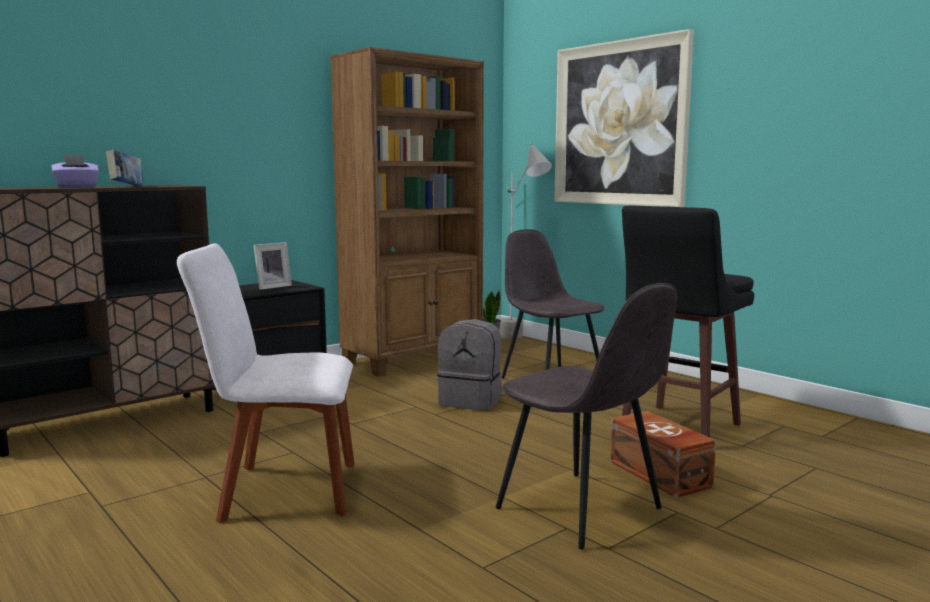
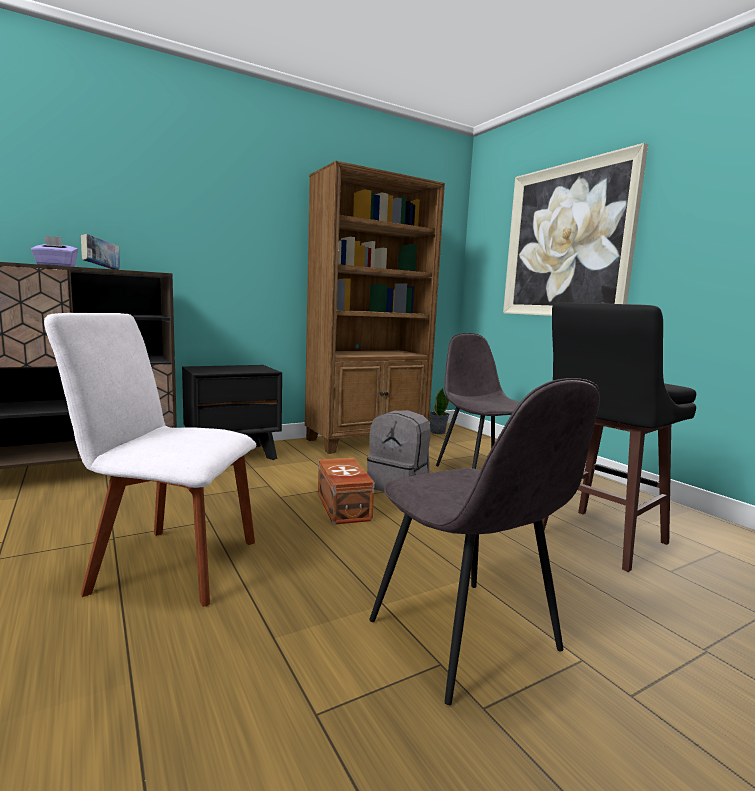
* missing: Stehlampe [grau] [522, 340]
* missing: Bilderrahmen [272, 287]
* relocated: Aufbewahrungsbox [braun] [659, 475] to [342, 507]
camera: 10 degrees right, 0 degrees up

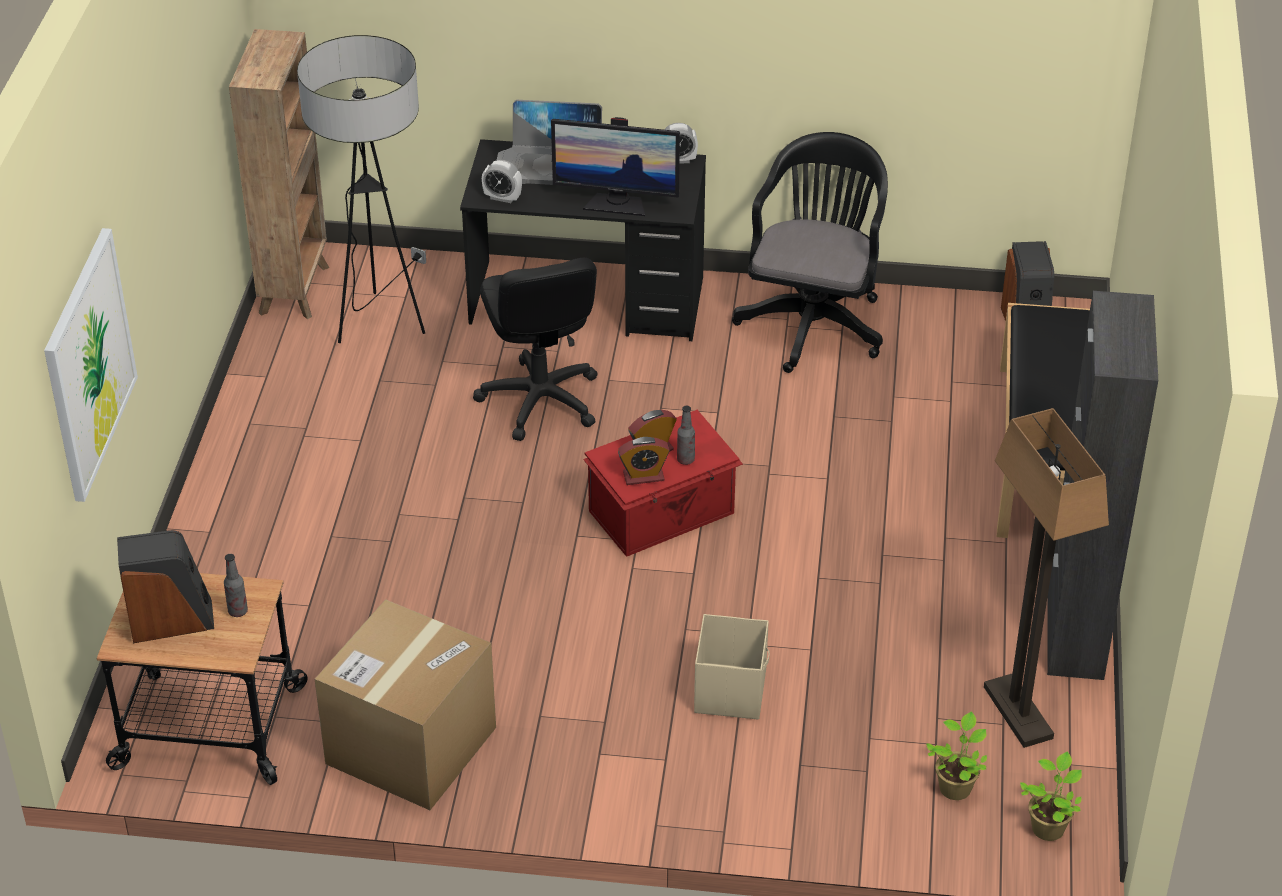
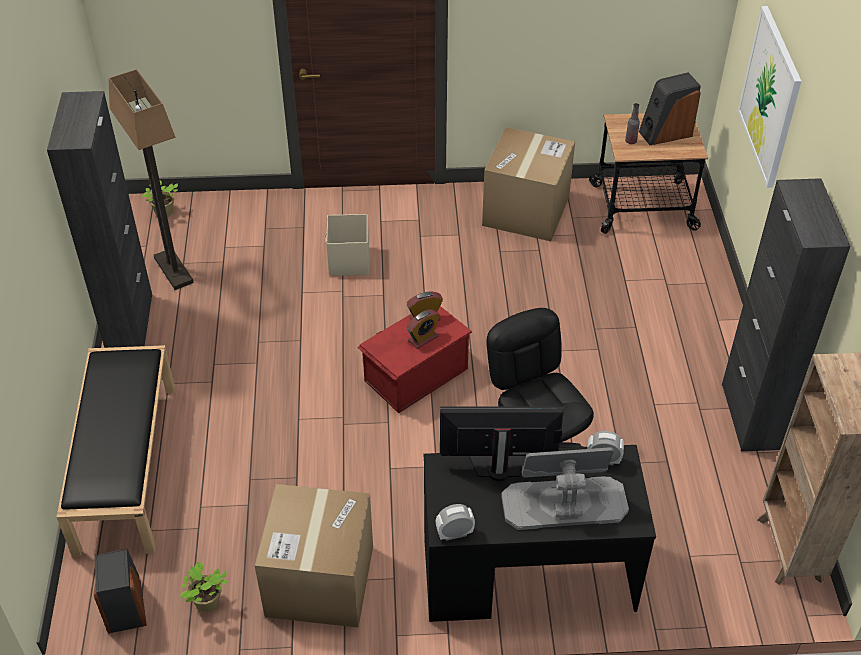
* missing: Stehlampe [381, 325]
* exchanged: Bürostuhl [schwarz] [814, 321] to Karton [320, 581]
* missing: Flasche [685, 460]
* relocated: Topfpflanze [955, 786] to [207, 603]
* appeared: Schrank [schwarz] [750, 416]
camera: 170 degrees right, 5 degrees up

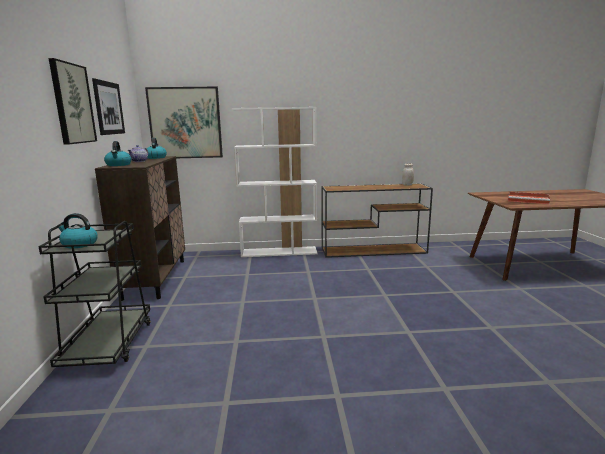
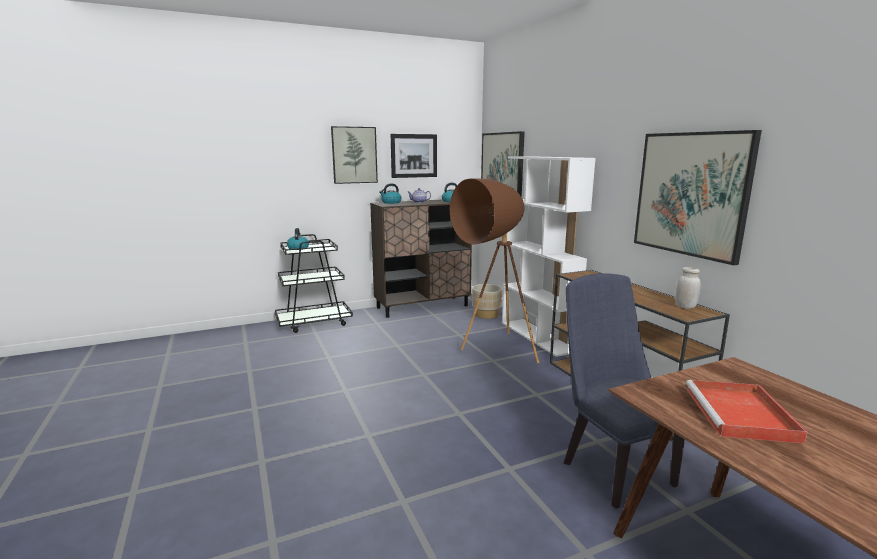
* appeared: Bild [691, 194]
* appeared: Stehlampe [braun] [490, 351]
* appeared: Stuhl [blau] [611, 467]
* appeared: Pflanzkübel [beige] [486, 315]
camera: 70 degrees right, 0 degrees up

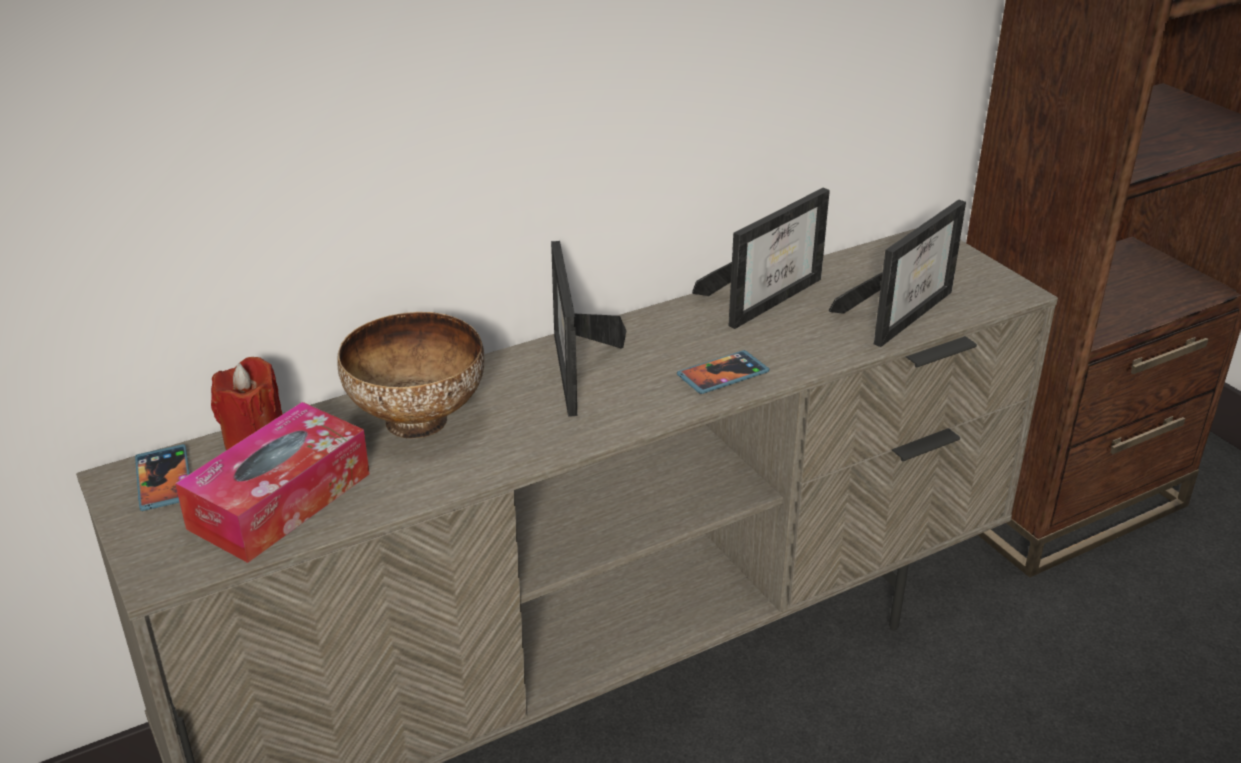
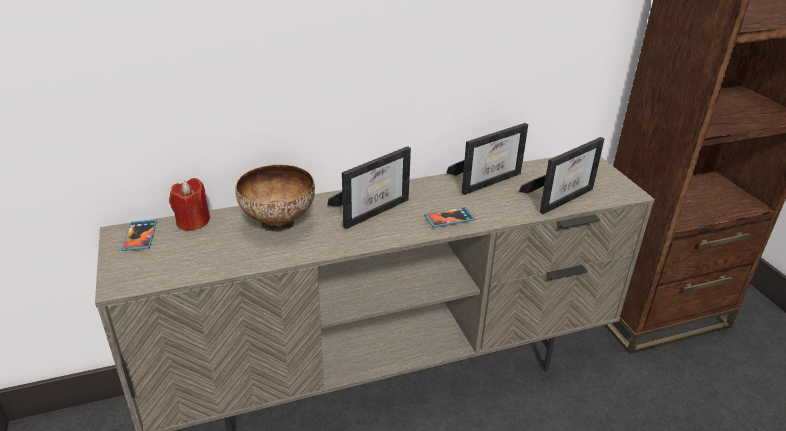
* spun: Bilderrahmen [580, 374] = [372, 209] 135 degrees counterclockwise
* missing: Taschentuchbox [280, 501]
camera: 10 degrees right, 0 degrees up

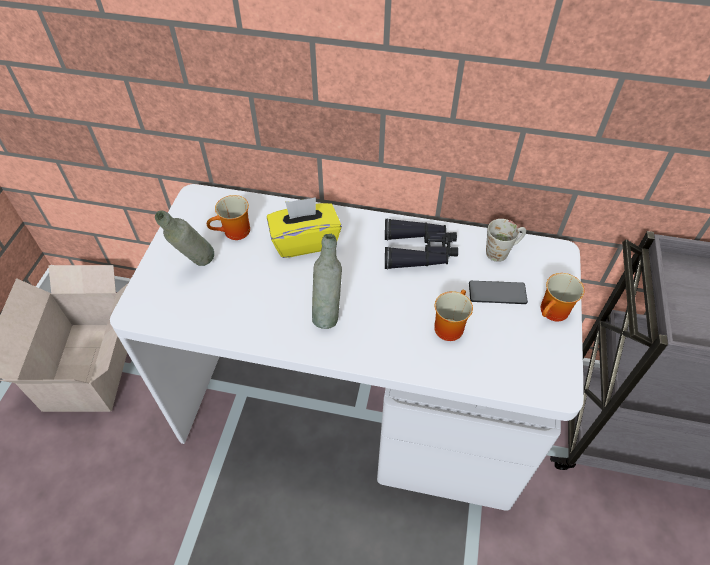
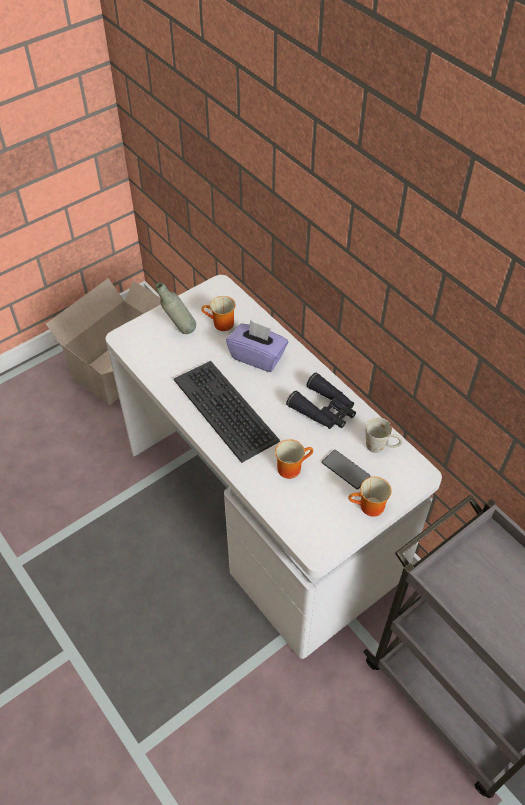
* colour: Taschentuchbox [gelb] [305, 241] to Taschentuchbox [lila] [257, 356]
* exchanged: Flasche [grau] [328, 313] to Tastatur [226, 410]
camera: 40 degrees right, 0 degrees up

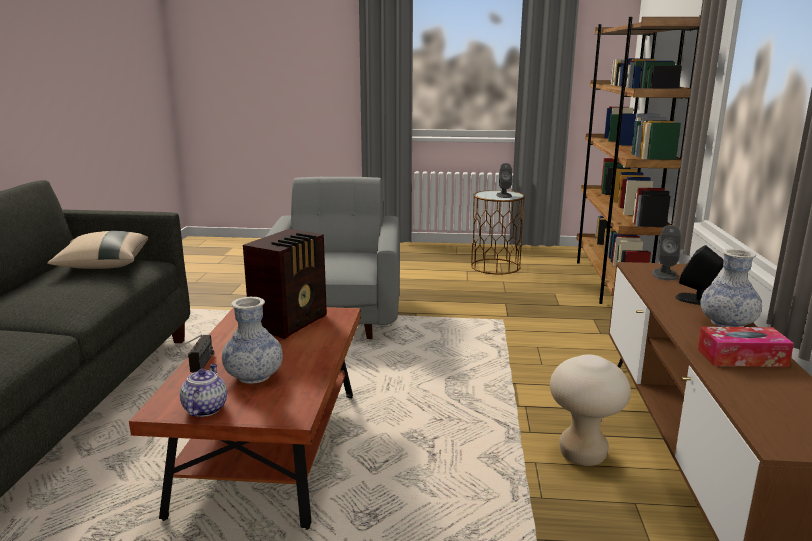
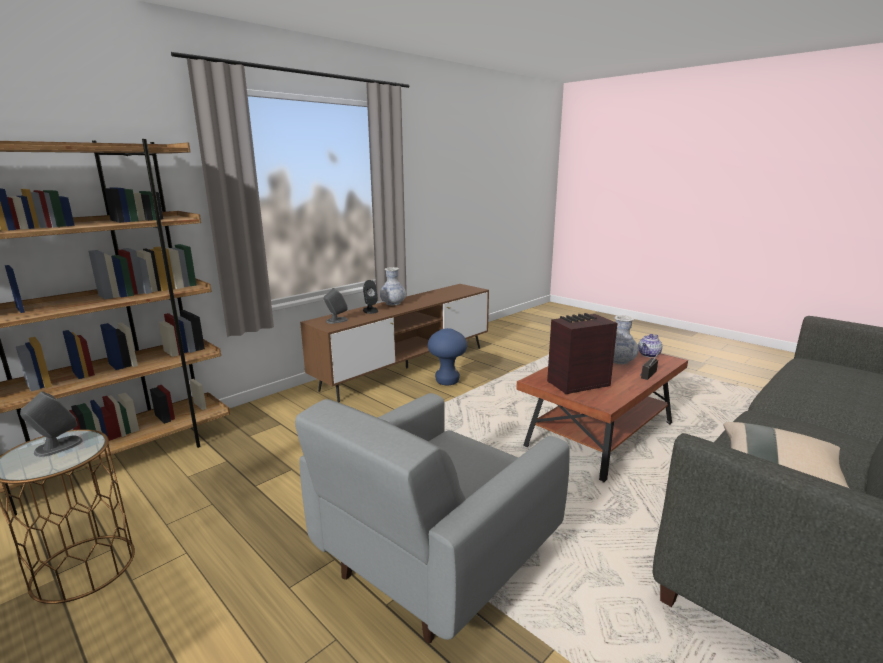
* missing: Taschentuchbox [741, 357]
* colour: Hocker [beige] [582, 455] to Hocker [blau] [447, 381]
camera: 140 degrees left, 0 degrees up

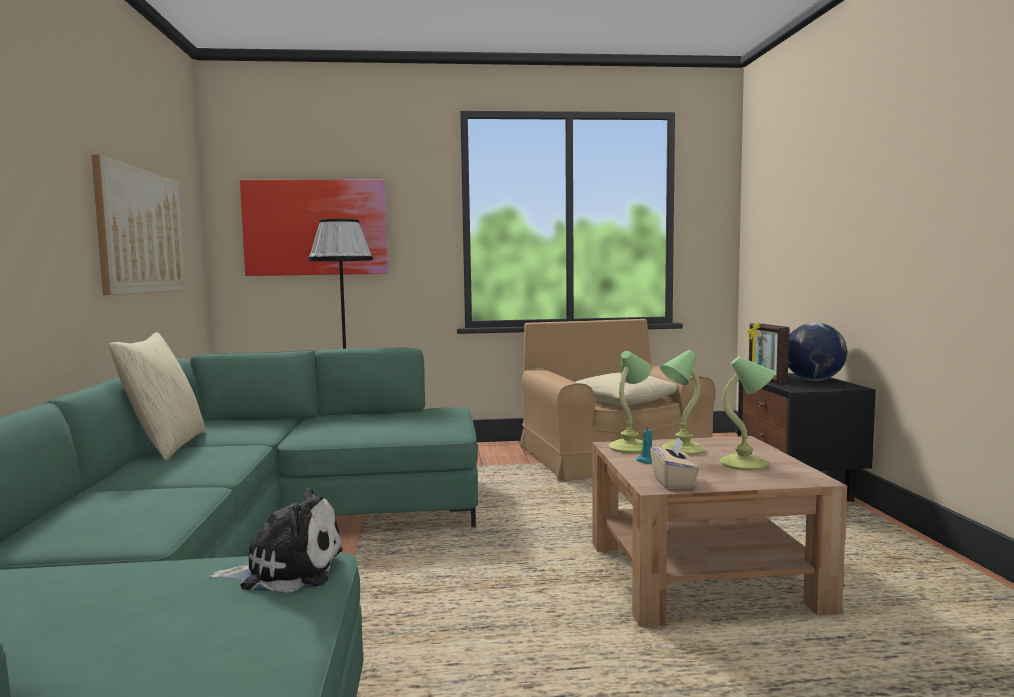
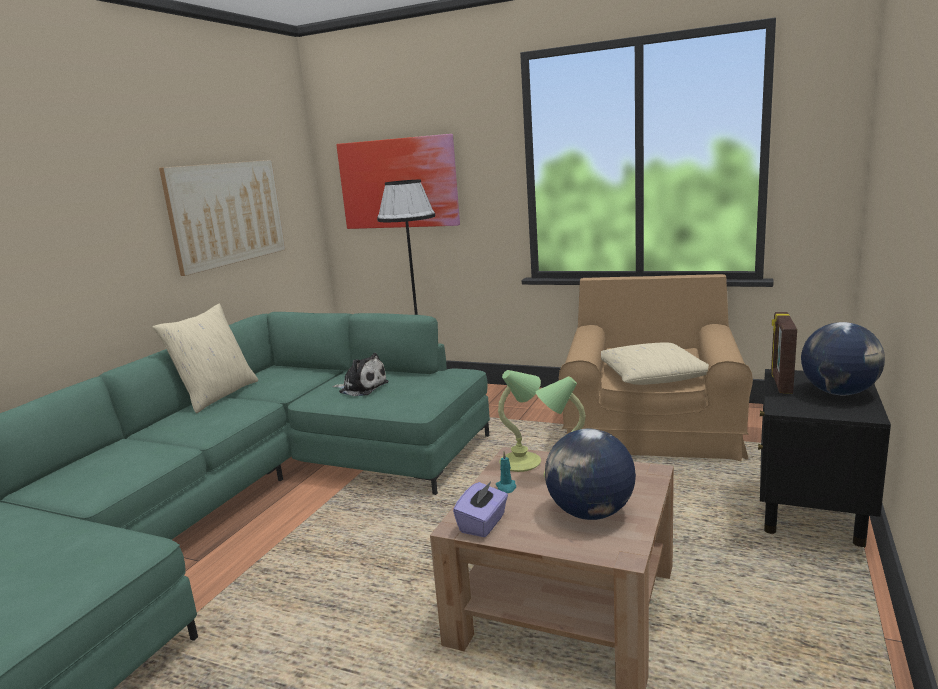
* exchanged: Tischlampe [746, 464] to Globus [590, 513]
* colour: Taschentuchbox [beige] [674, 482] to Taschentuchbox [lila] [483, 524]
* relocated: Plüschtier [286, 570] to [361, 388]
camera: 30 degrees right, 10 degrees up

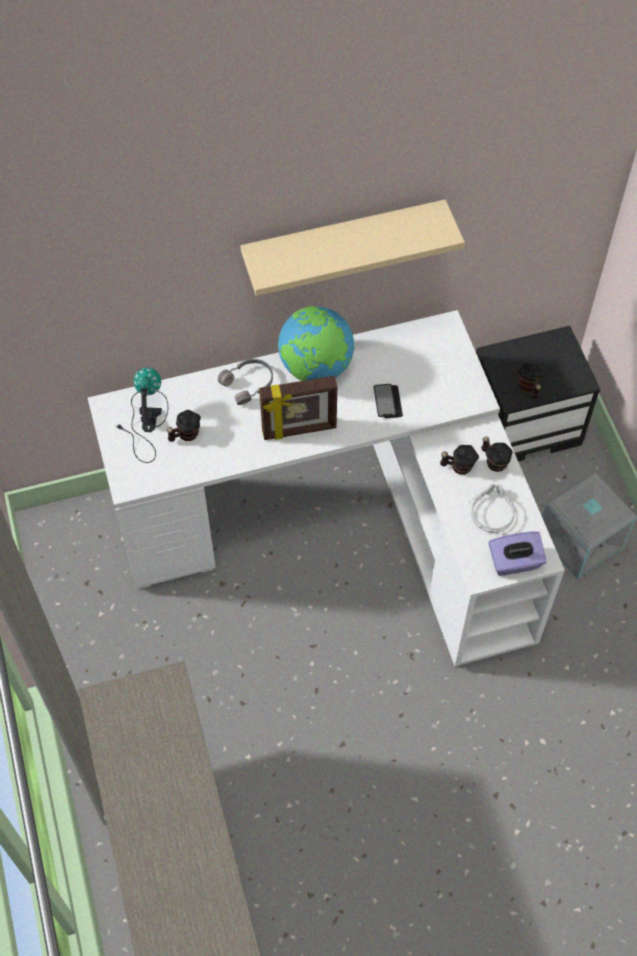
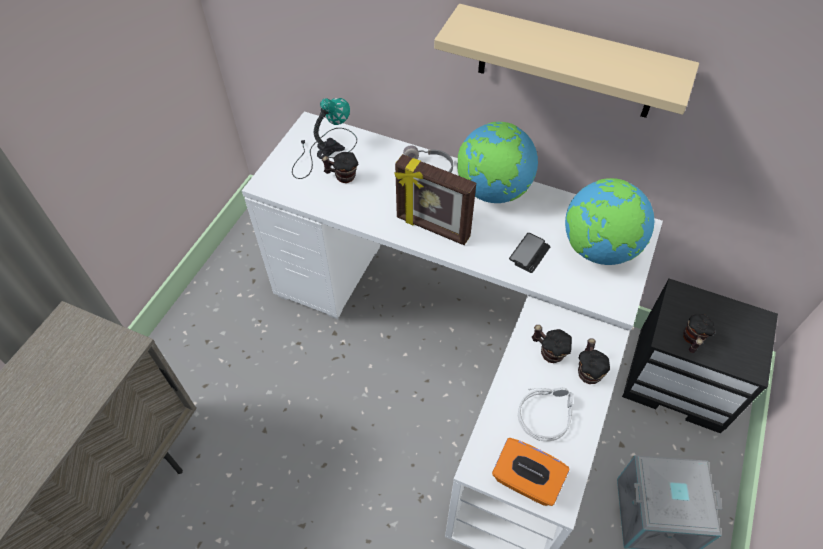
* colour: Taschentuchbox [lila] [514, 562] to Taschentuchbox [orange] [526, 481]
* appeared: Globus [598, 249]
camera: 40 degrees right, 5 degrees down

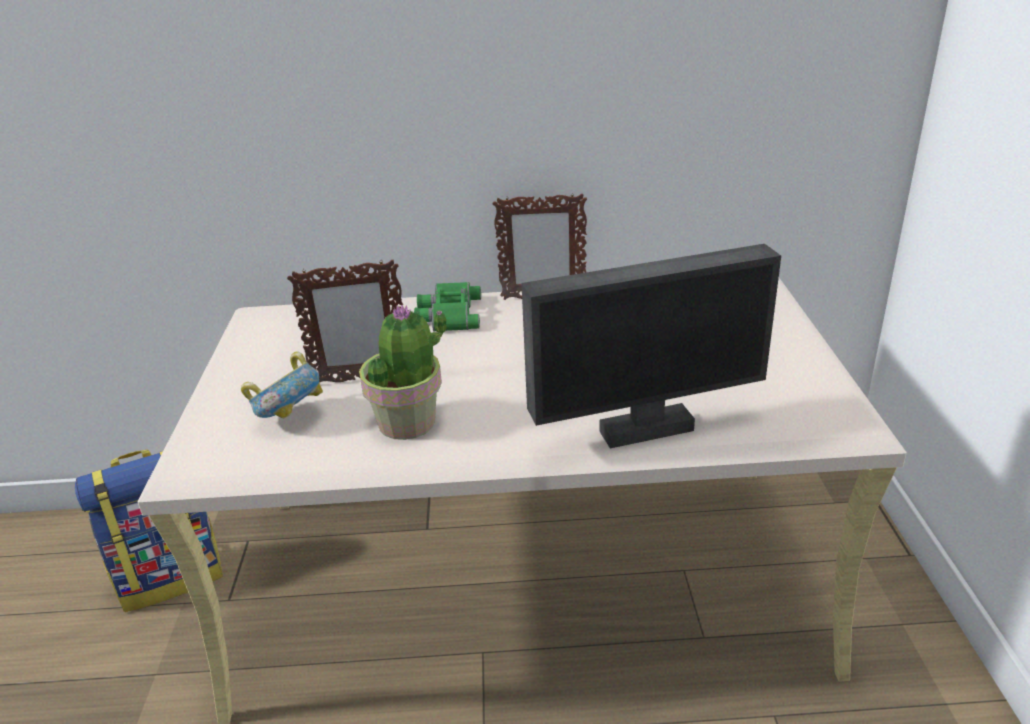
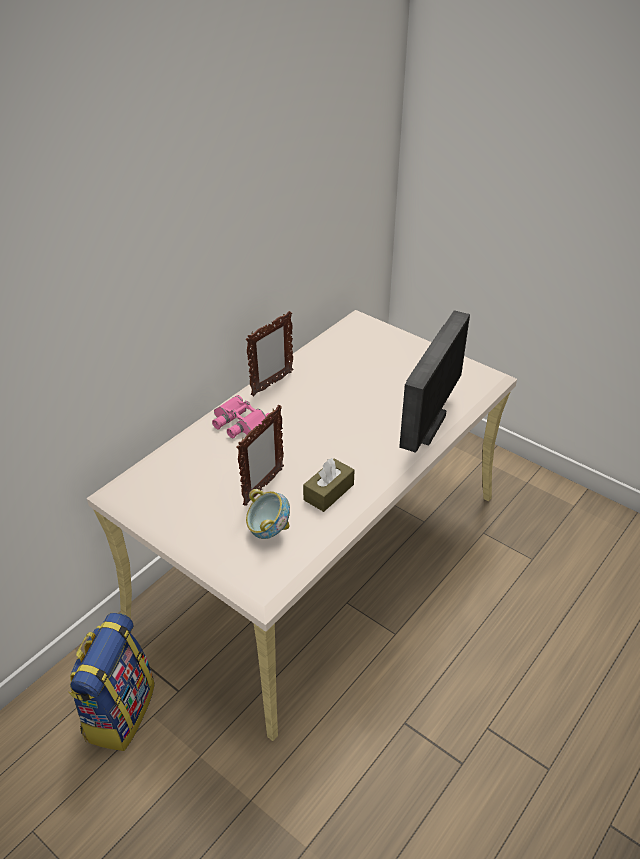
* colour: Fernglas [grün] [448, 314] to Fernglas [rosa] [239, 422]
* exchanged: Topfpflanze [408, 422] to Taschentuchbox [braun] [328, 492]
camera: 50 degrees left, 10 degrees up

